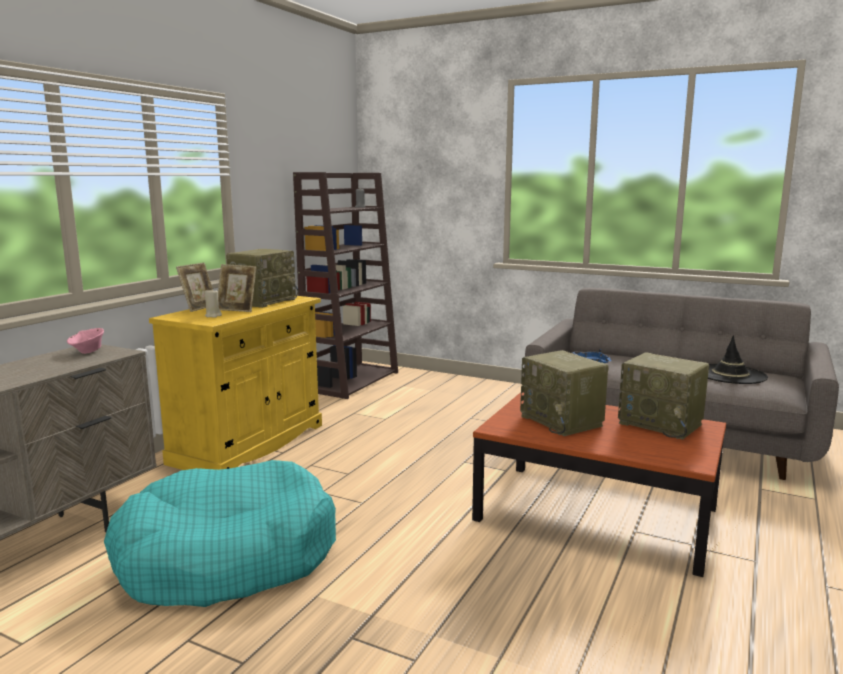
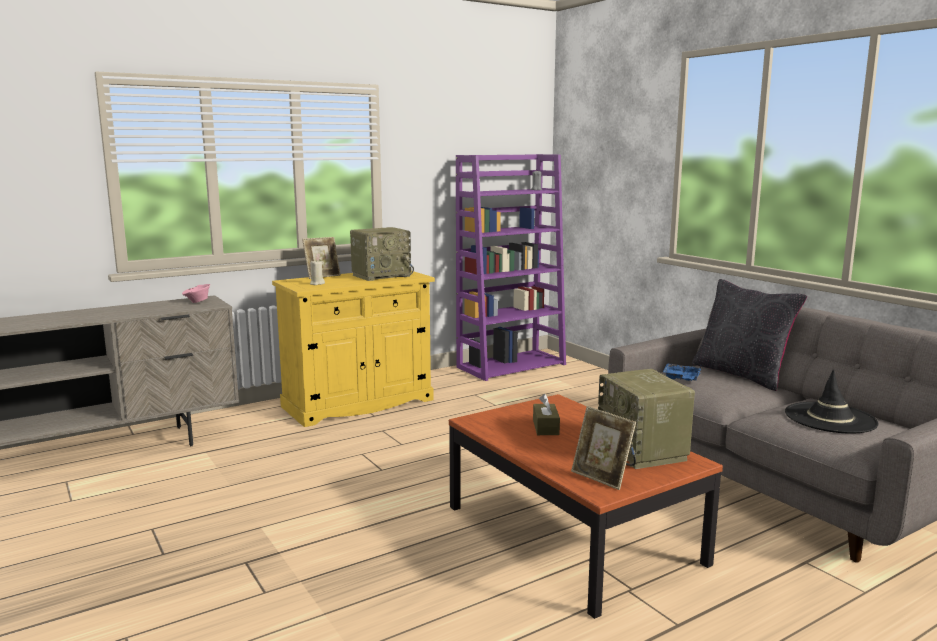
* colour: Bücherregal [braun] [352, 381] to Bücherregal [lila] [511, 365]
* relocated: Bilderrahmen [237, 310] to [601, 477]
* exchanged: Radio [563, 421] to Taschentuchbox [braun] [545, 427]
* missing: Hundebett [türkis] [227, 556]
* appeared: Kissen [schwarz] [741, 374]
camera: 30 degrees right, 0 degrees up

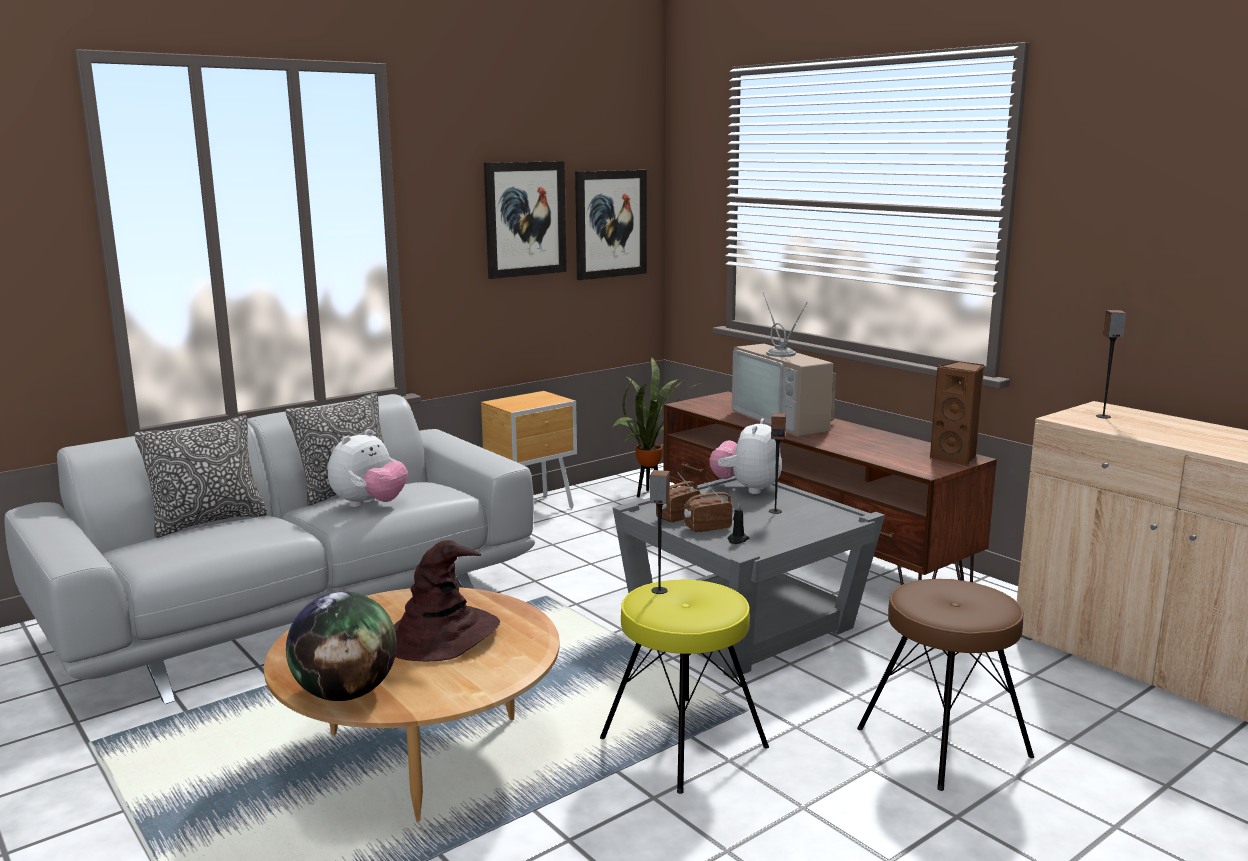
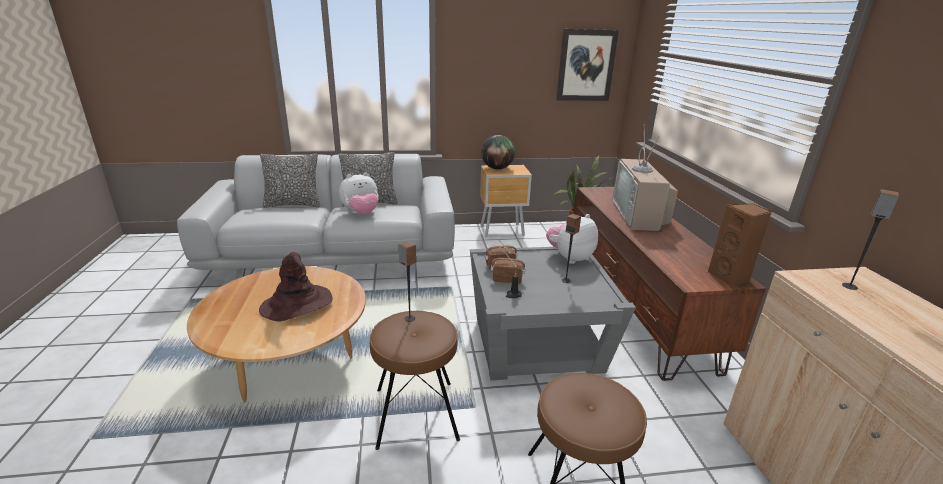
* missing: Bild [525, 219]
* colour: Hocker [gelb] [684, 743] to Hocker [braun] [416, 414]
* relocated: Globus [346, 693] to [497, 168]
camera: 30 degrees right, 10 degrees up

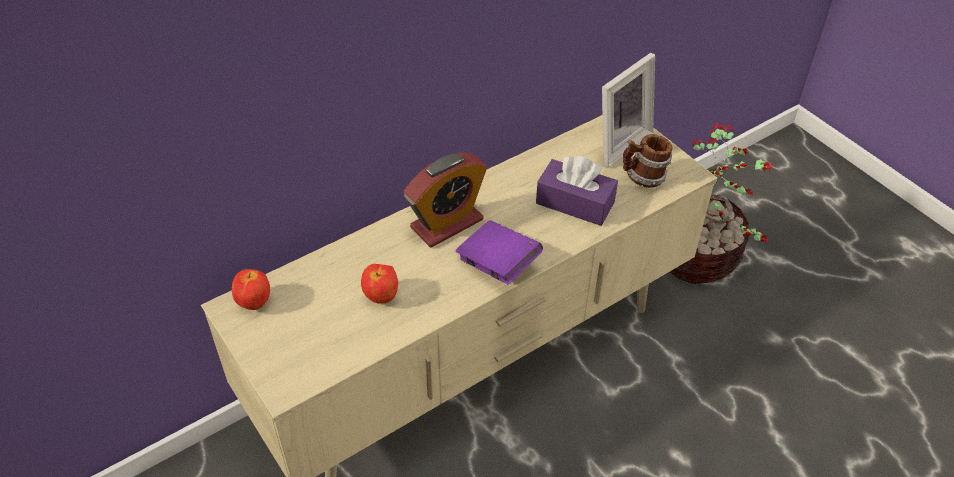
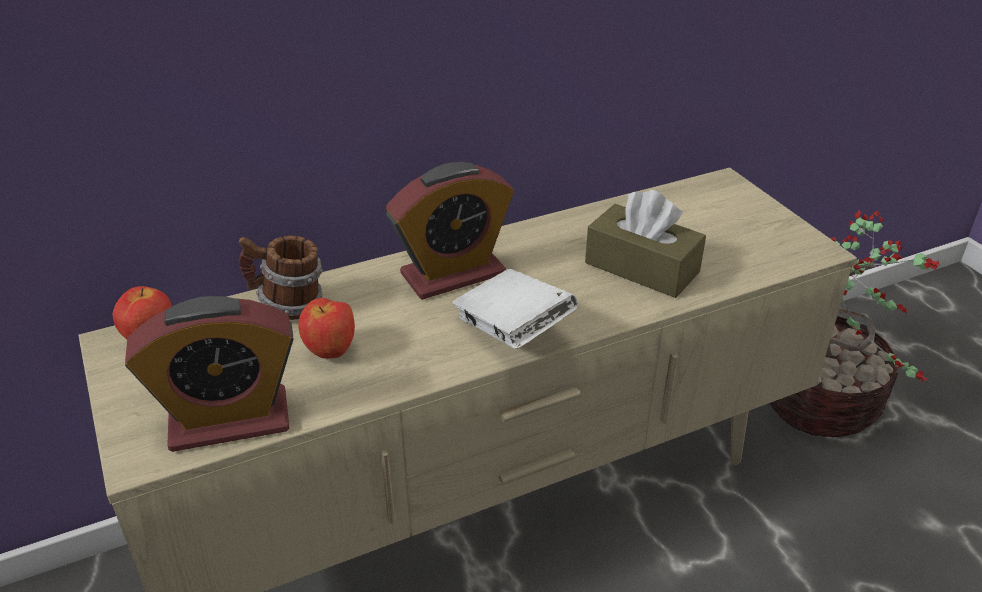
* missing: Bilderrahmen [617, 142]
* relocated: Henkelbecher [643, 178] to [288, 306]
* colour: Taschentuchbox [lila] [575, 203] to Taschentuchbox [braun] [642, 267]
* colour: Buch [lila] [498, 264] to Buch [weiß] [512, 330]
* appeared: Wecker [229, 421]
camera: 10 degrees right, 10 degrees down

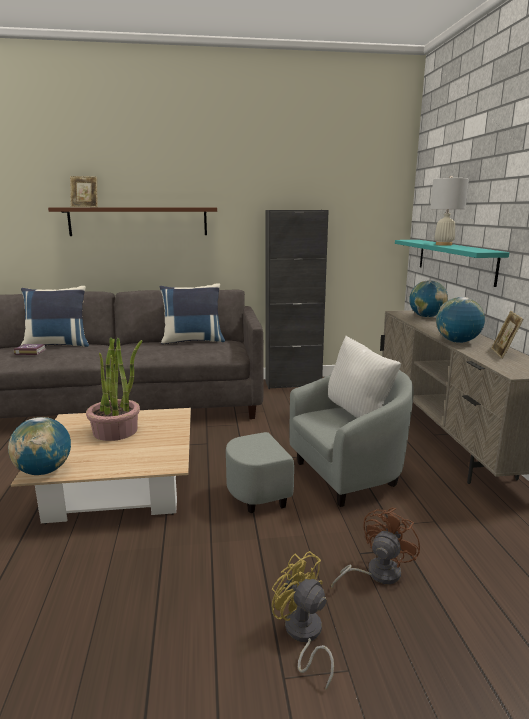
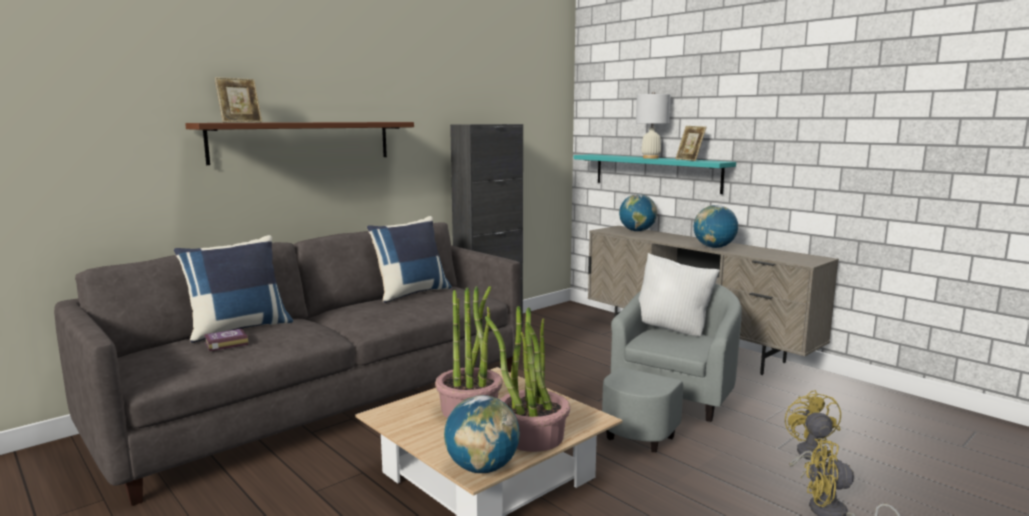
* relocated: Bilderrahmen [503, 354] to [689, 160]
* colour: Ventilator [braun] [376, 573] to Ventilator [gelb] [808, 456]
* appeared: Topfpflanze [532, 436]
camera: 35 degrees left, 5 degrees down

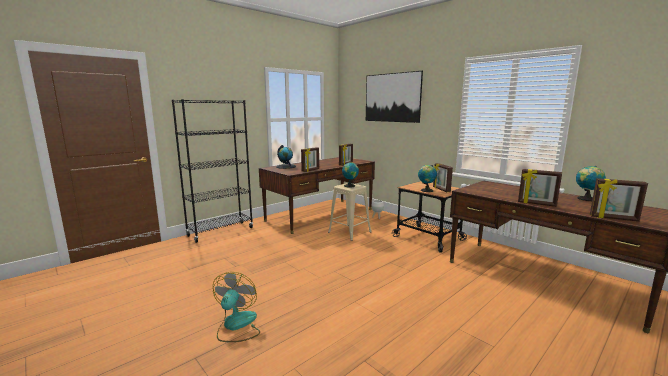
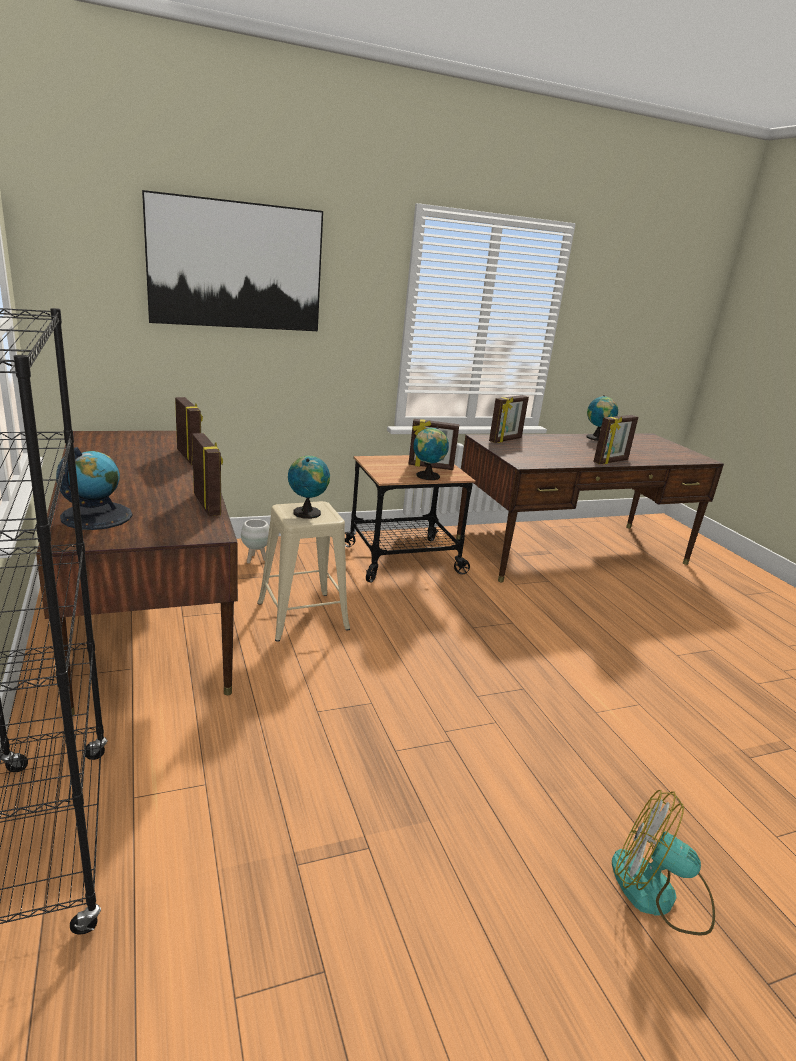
* relocated: Bilderrahmen [613, 218] to [506, 440]
camera: 70 degrees left, 10 degrees up

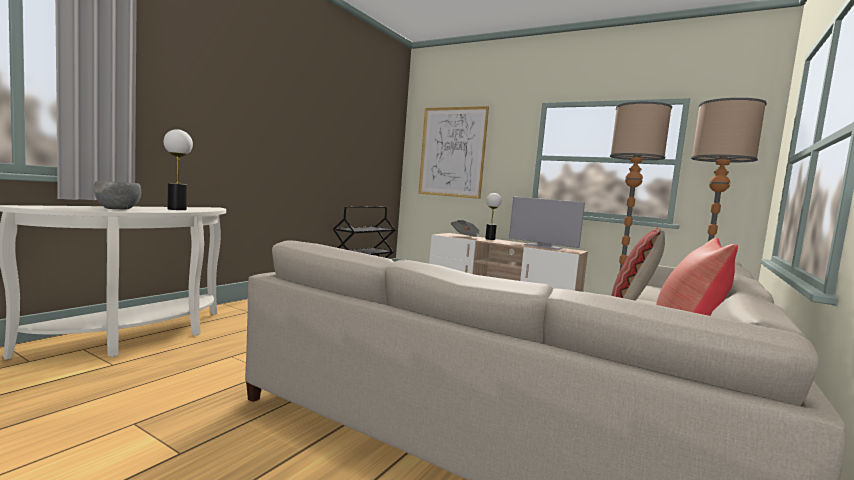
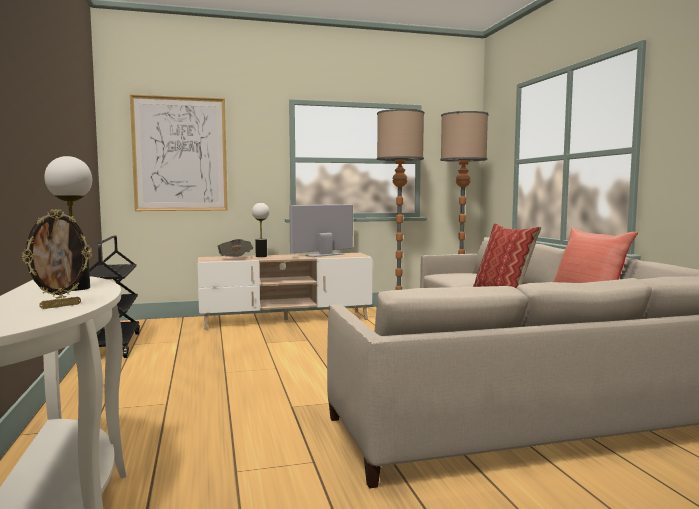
* exchanged: Schüssel [grau] [118, 209] to Bilderrahmen [60, 306]
* spun: Fernseher [543, 246] = [324, 255] 150 degrees clockwise
camera: 45 degrees left, 0 degrees up

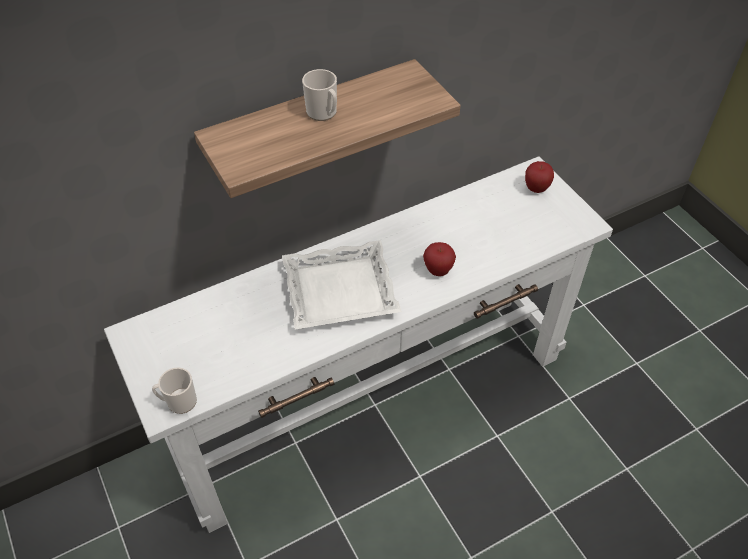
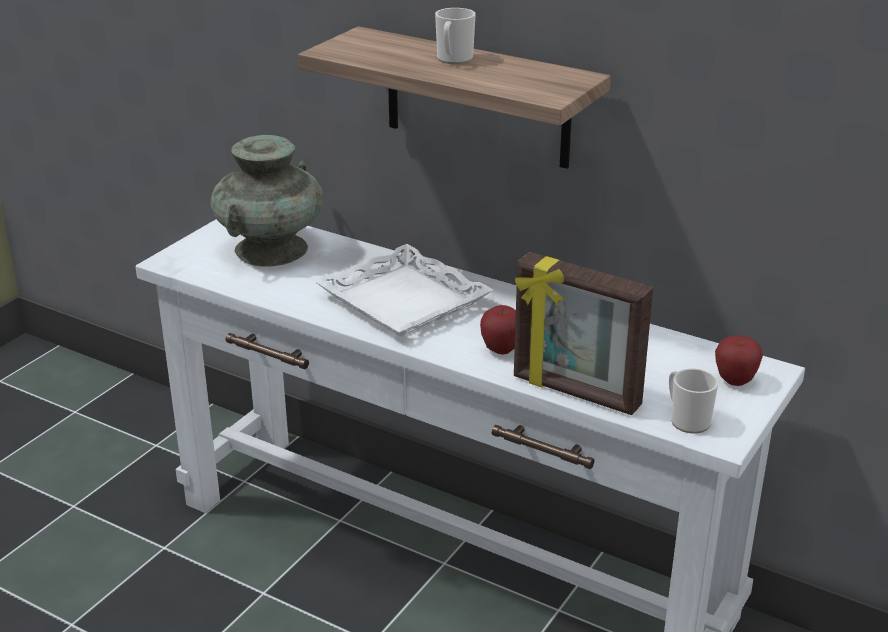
* relocated: Henkelbecher [178, 402] to [686, 420]
* appeared: Vase [türkis] [272, 249]
* appeared: Bilderrahmen [575, 393]
camera: 60 degrees right, 20 degrees down

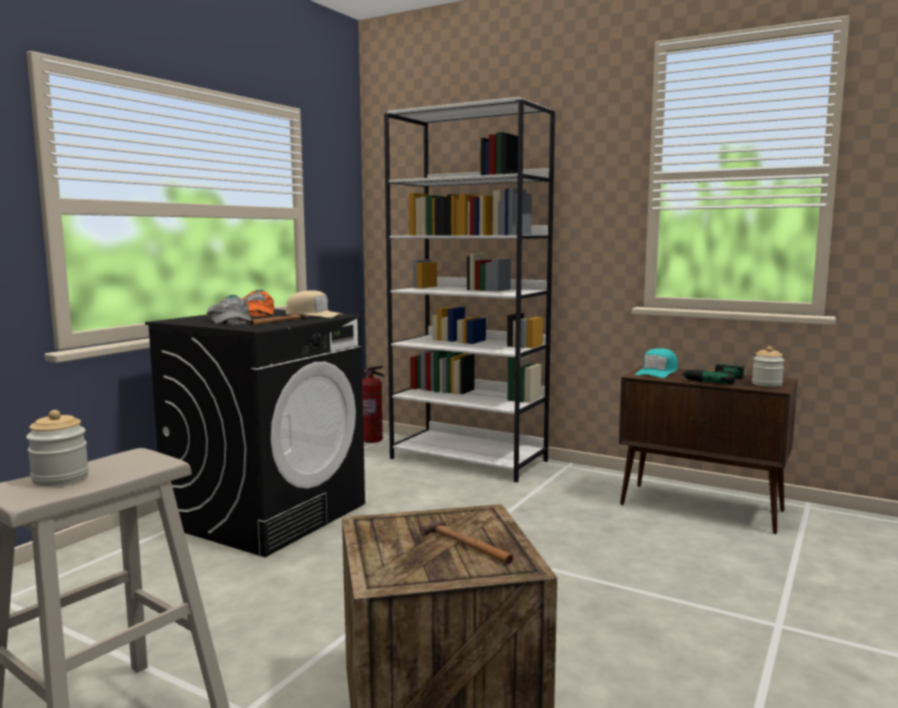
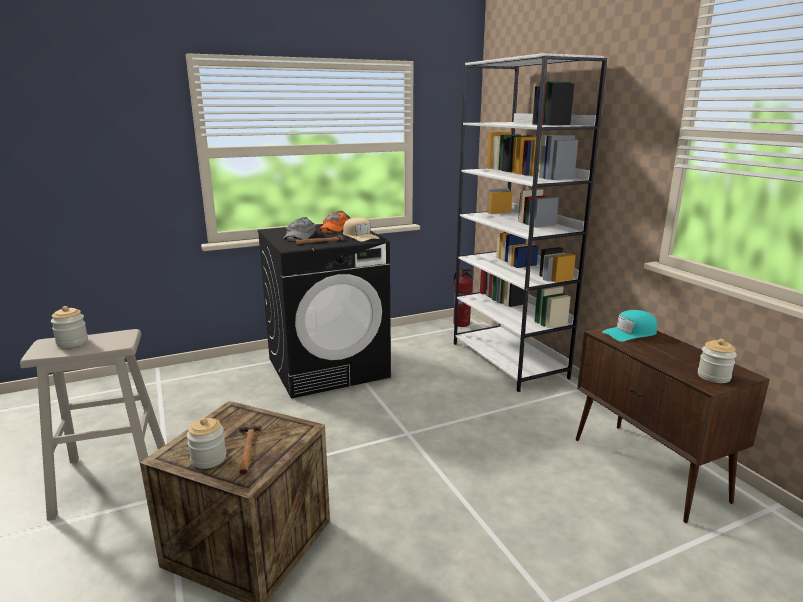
* missing: Bohrmaschine [707, 378]
* appeared: Vorratsglas [208, 459]
camera: 35 degrees right, 10 degrees up

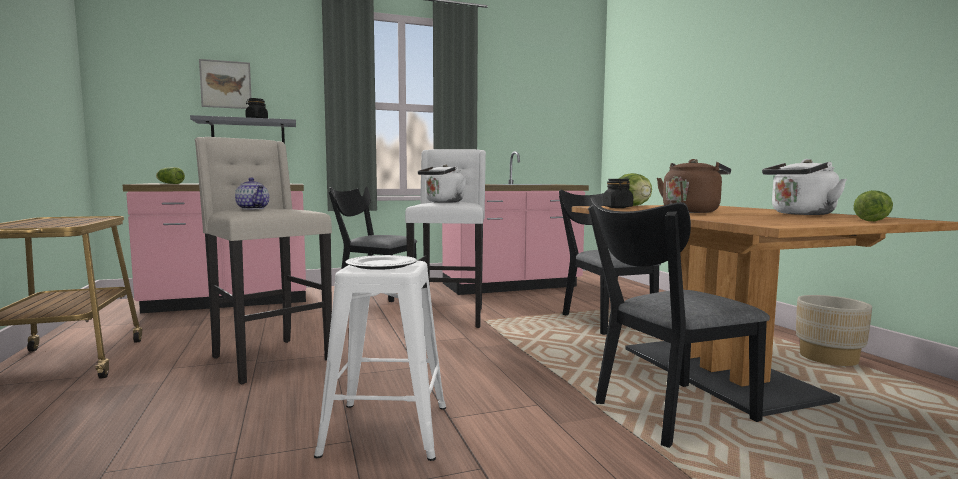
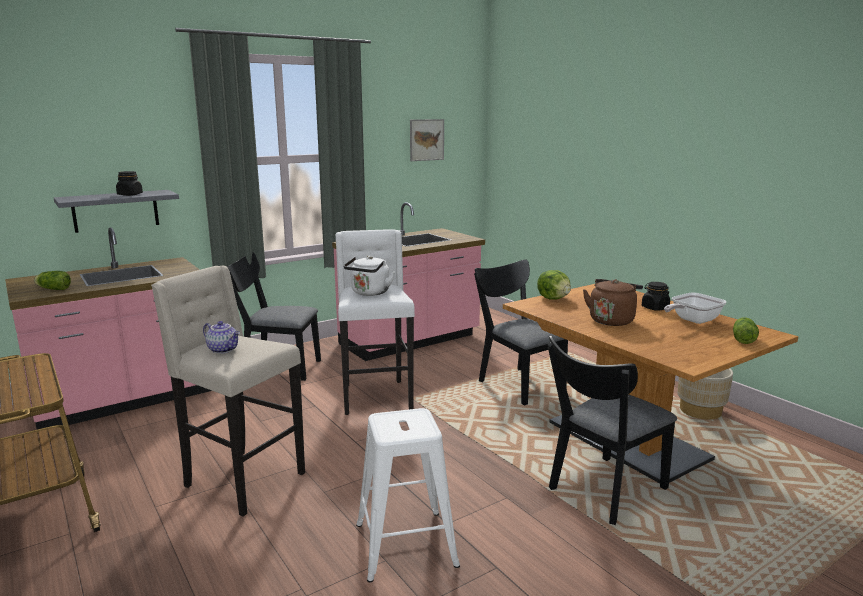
* relocated: Bild [226, 84] to [426, 140]
* exchanged: Wasserkessel [weiß] [800, 214] to Pfanne [692, 320]
* relocated: Vorratsglas [schwarz] [617, 207] to [655, 308]
* missing: Teller [380, 265]
camera: 15 degrees left, 10 degrees up

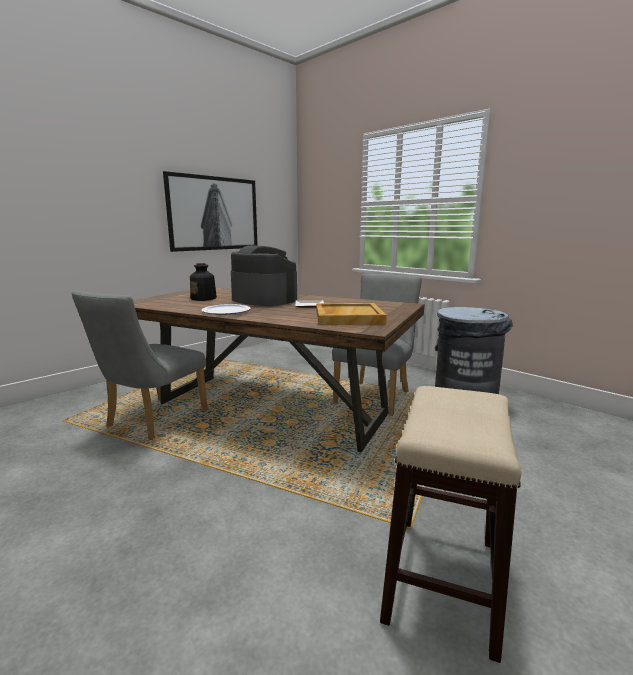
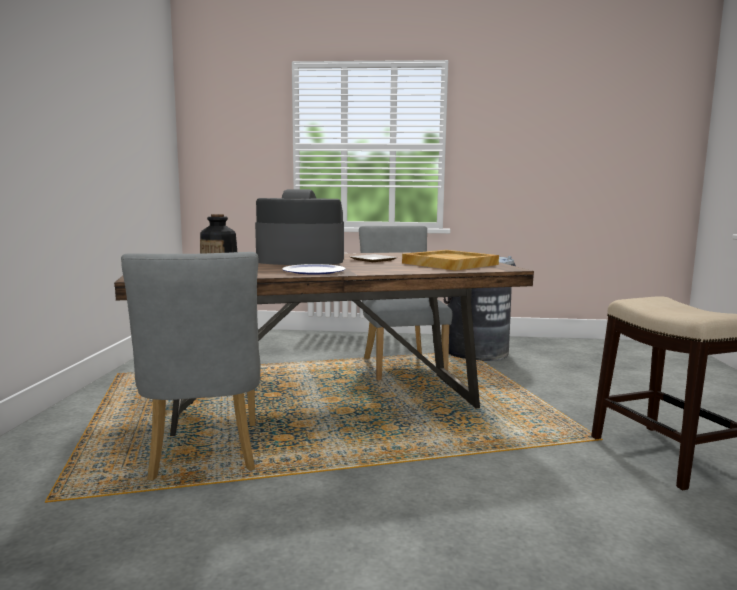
* missing: Bild [214, 213]
camera: 40 degrees left, 5 degrees down

